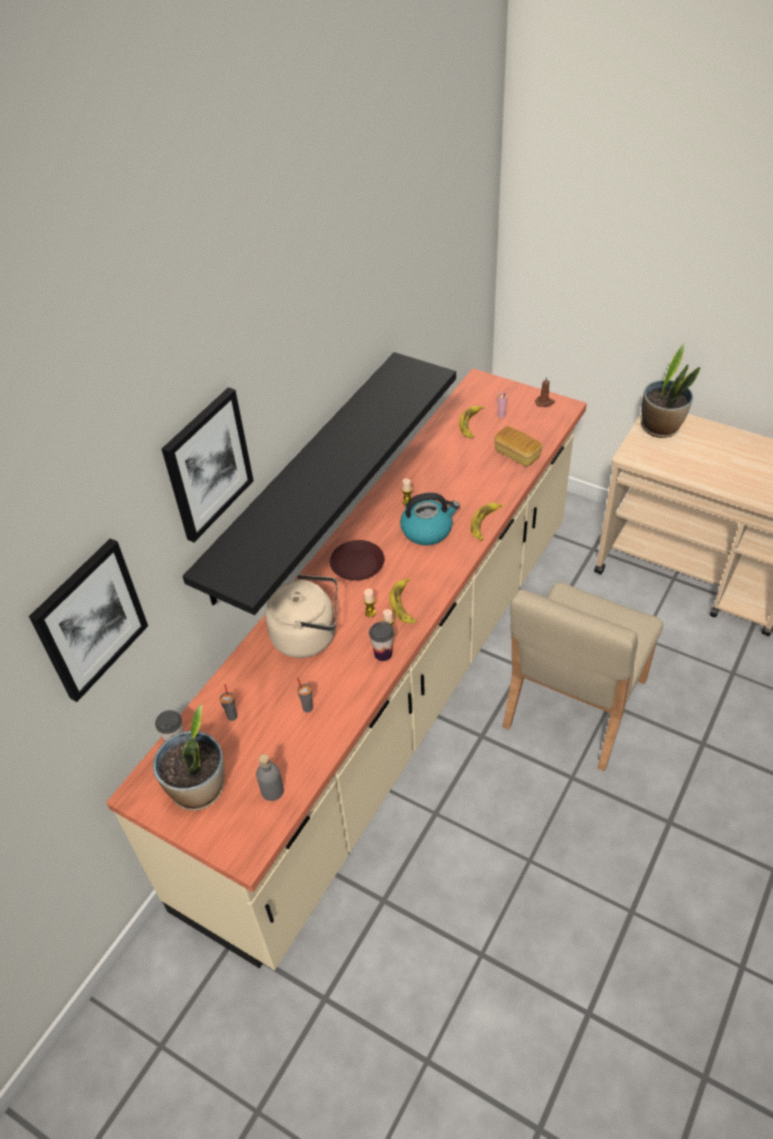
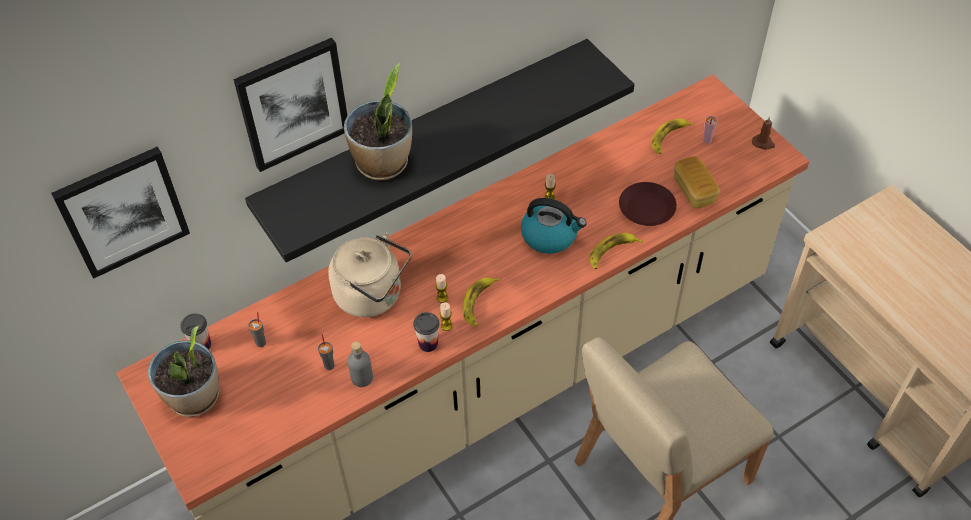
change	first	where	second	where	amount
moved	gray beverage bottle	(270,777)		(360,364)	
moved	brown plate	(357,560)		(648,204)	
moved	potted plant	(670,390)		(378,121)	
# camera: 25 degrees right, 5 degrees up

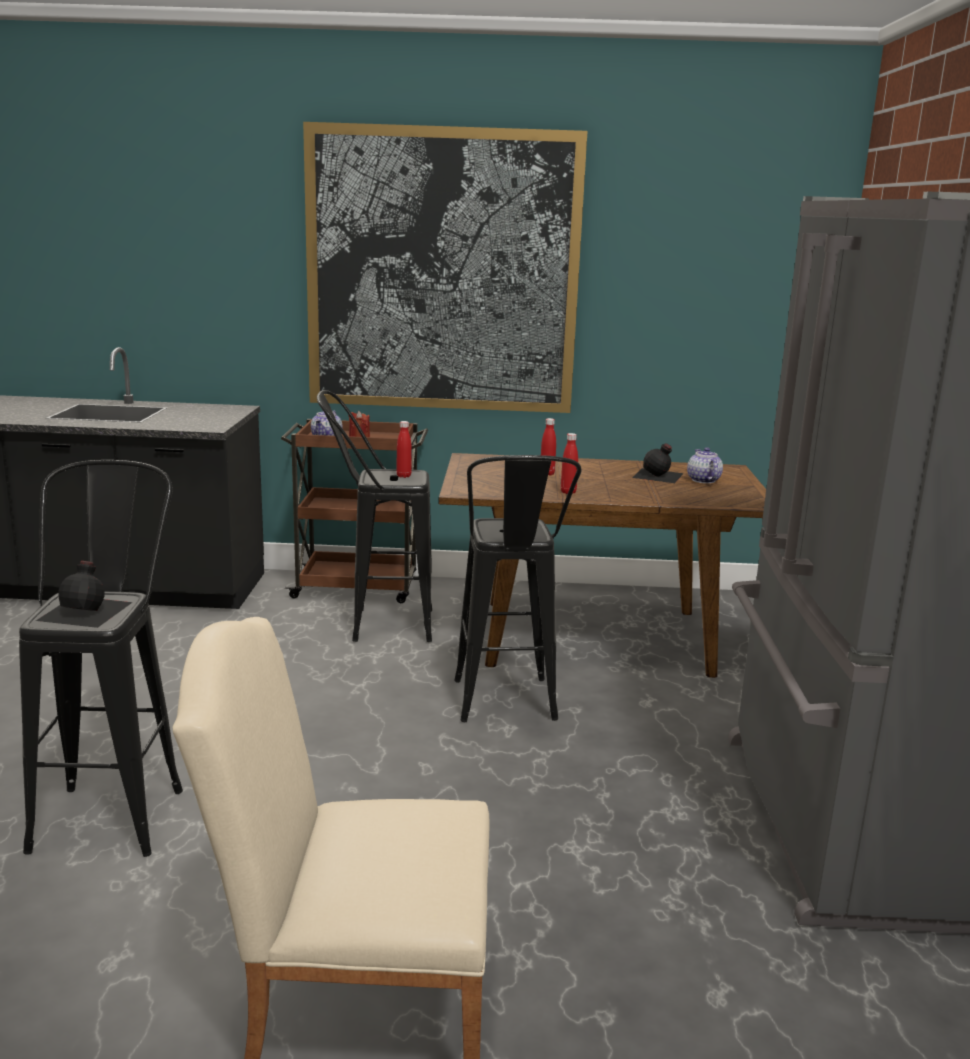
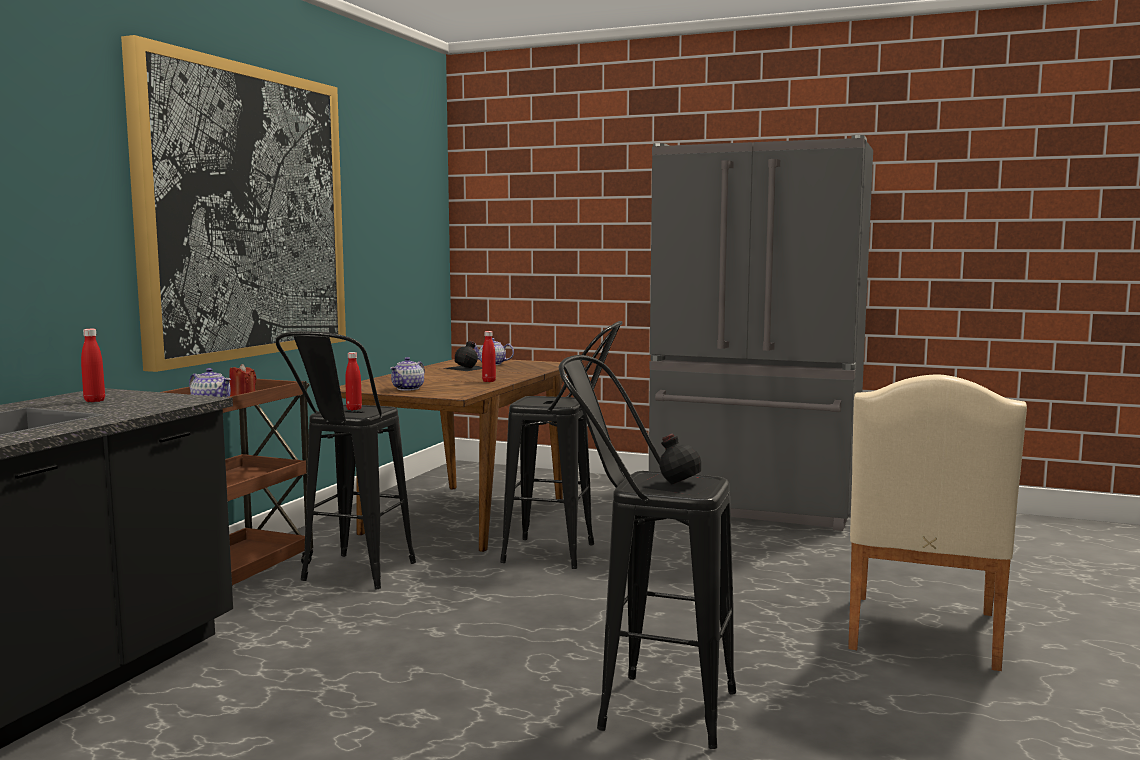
change	first	where	second	where	amount
moved	red beverage bottle	(548,446)		(93,365)	
added			pot for tea	(407,374)	
# camera: 70 degrees left, 10 degrees down

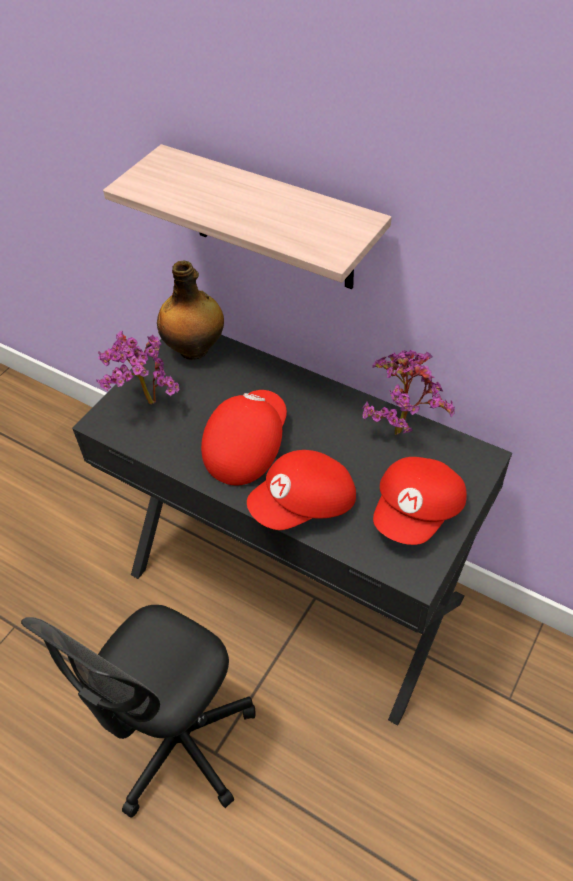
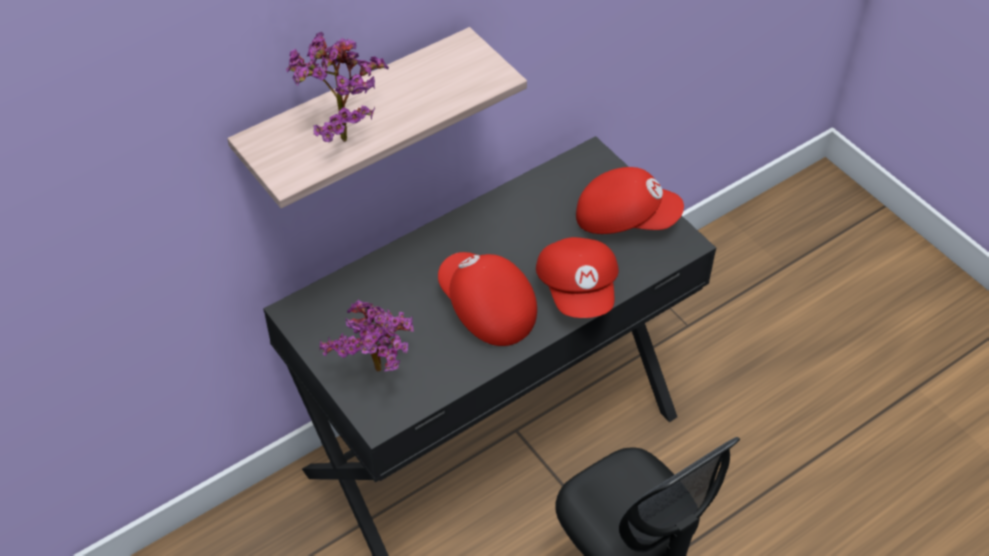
change	first	where	second	where	amount
removed	beverage bottle	(190,310)			
moved	potted plant	(408,392)		(337,87)	
turned	red cap	(420,501)		(630,200)	45 degrees counterclockwise
# camera: 70 degrees left, 0 degrees up

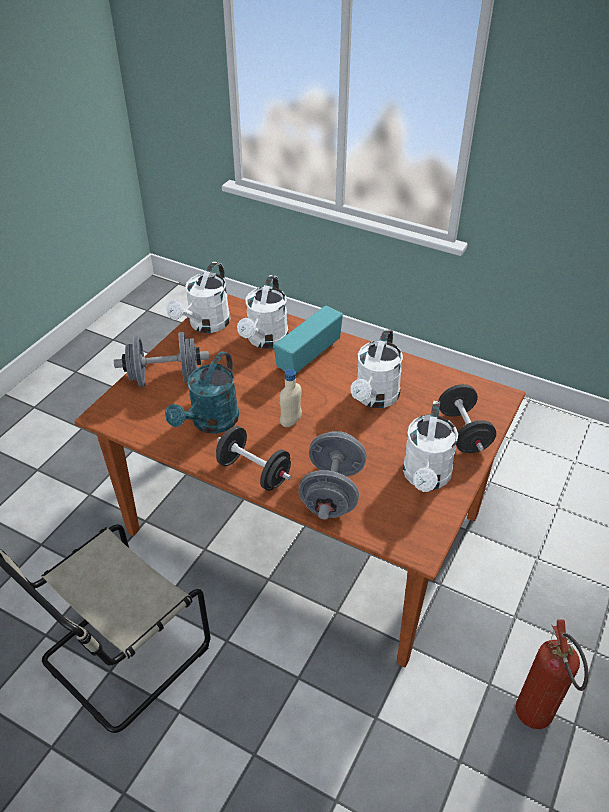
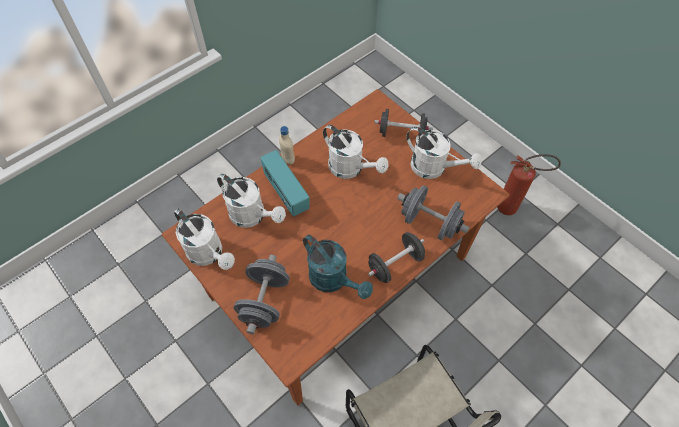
change	first	where	second	where	amount
moved	beige beverage bottle	(290,398)		(287,145)	
# camera: 70 degrees left, 15 degrees up

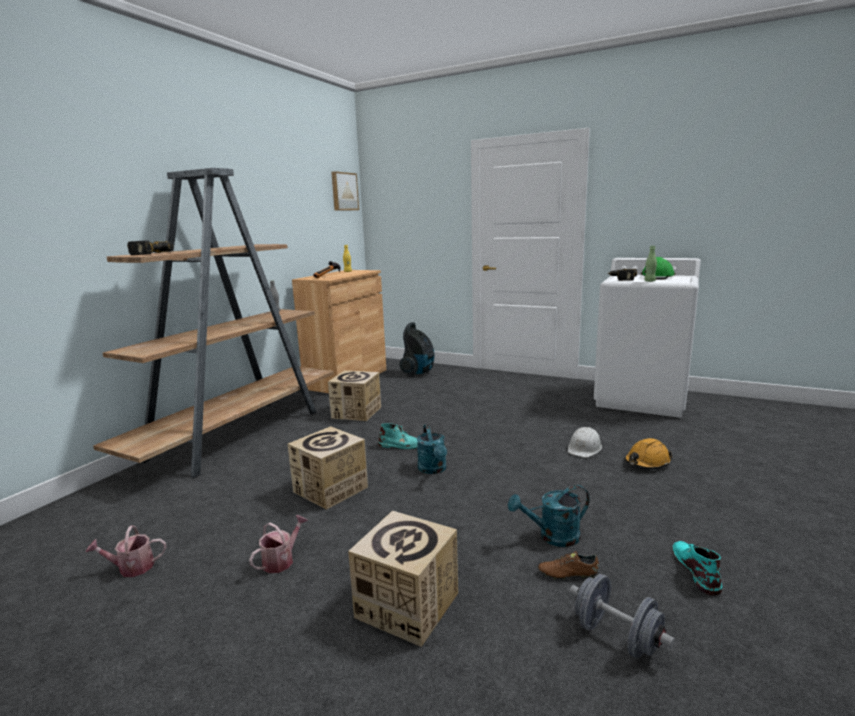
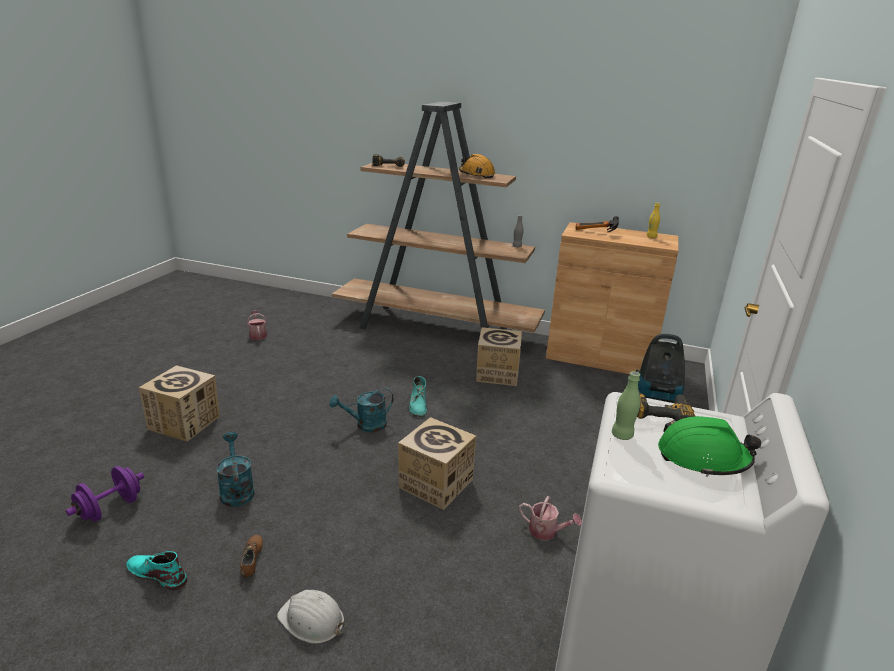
change	first	where	second	where	amount
moved	sprinkling can	(278,544)		(550,518)	
moved	cardboard box	(328,468)		(437,463)	
removed	wall art	(345,191)			
moved	brown shoe	(568,565)		(251,556)	
moved	white work helmet	(585,442)		(311,617)	
recoloured	gray dumbbell	(622,616)	purple dumbbell	(105,494)	
moved	orangey work helmet	(648,453)		(477,166)	
turned	turquoise boot	(697,568)		(156,570)	150 degrees counterclockwise
# camera: 80 degrees right, 10 degrees up

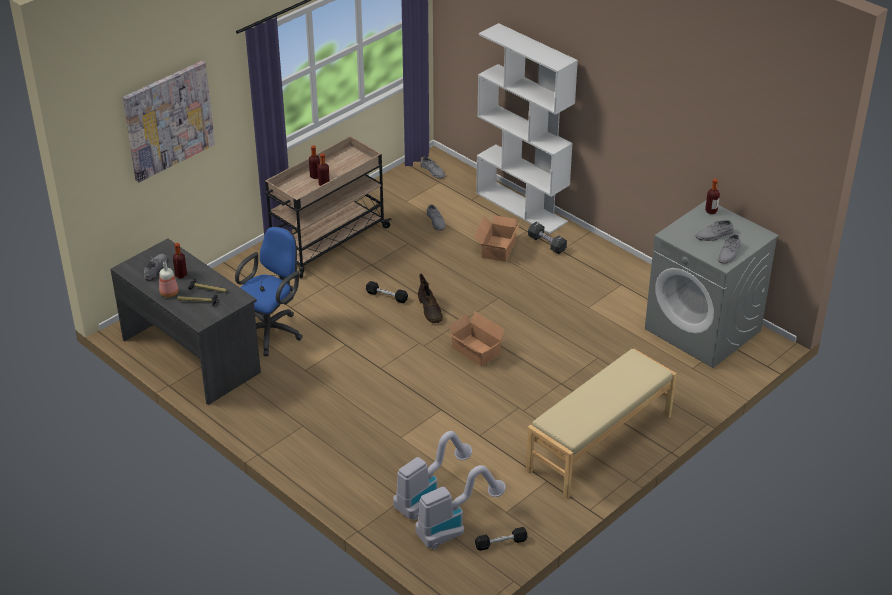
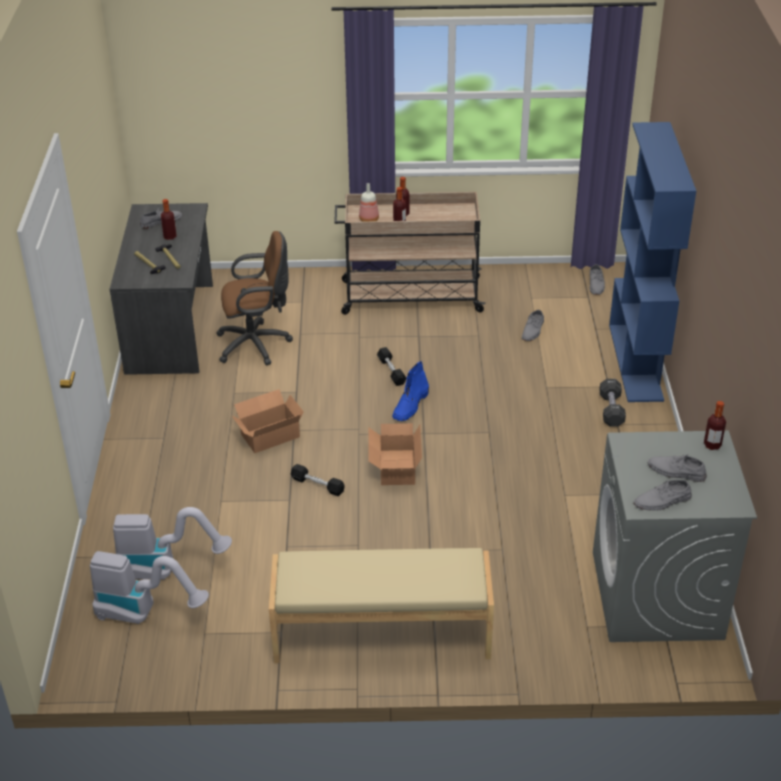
change	first	where	second	where	amount
removed	wall art	(169,121)			
moved	beverage bottle	(169,279)		(369,202)	
recoloured	blue-coloured office chair	(269,291)	brown office chair	(254,298)	
recoloured	brown boot	(430,298)	blue-coloured boot	(410,391)	
moved	cardboard box	(497,238)		(267,421)	
moved	black dumbbell	(501,539)		(318,480)	
recoloured	white shelving unit	(527,128)	blue-coloured shelving unit	(652,262)	
# camera: 45 degrees right, 0 degrees up

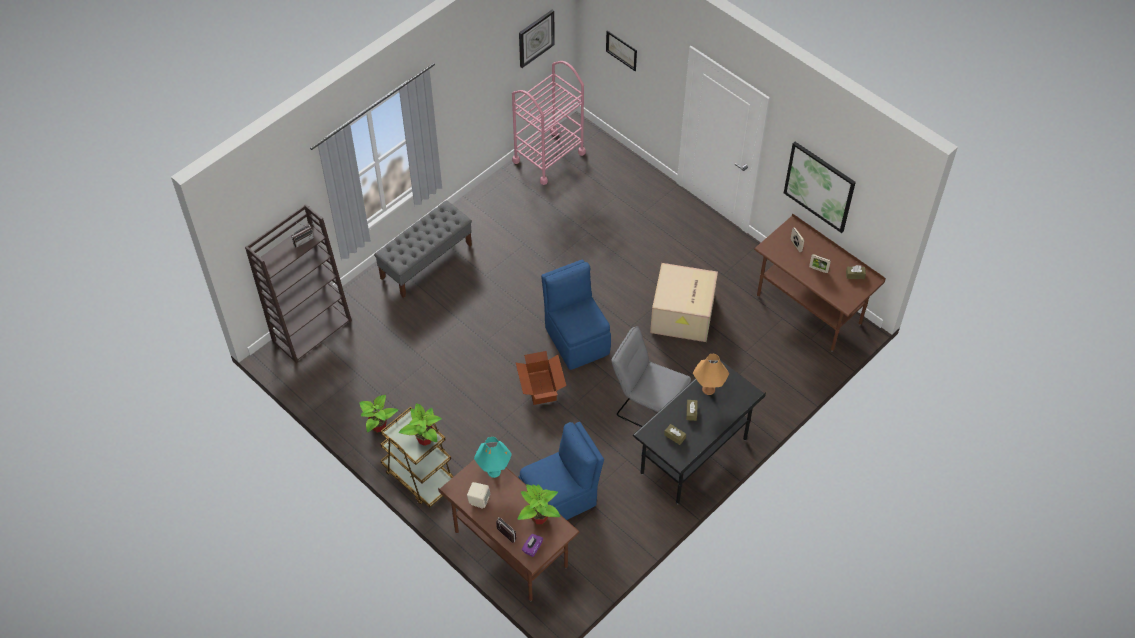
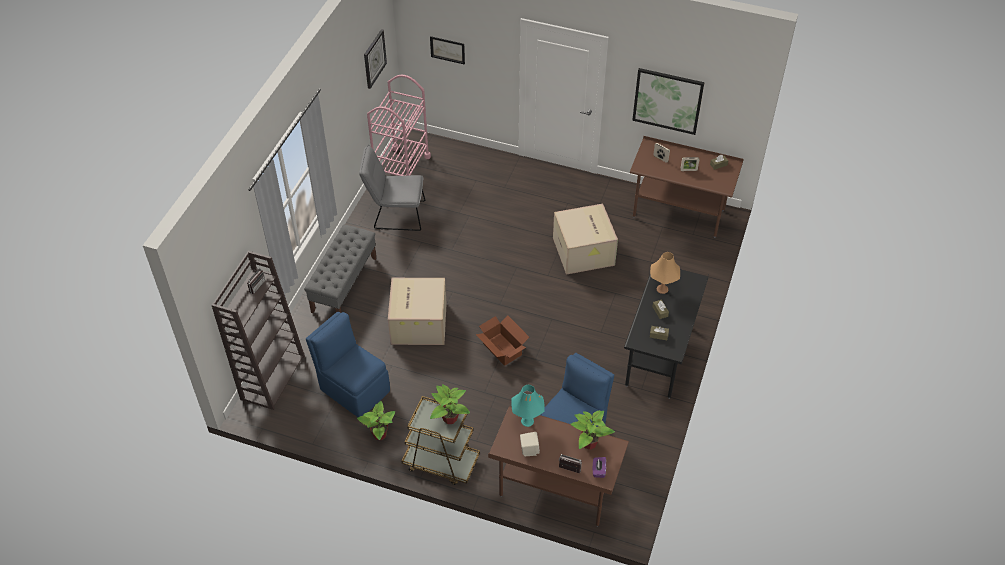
change	first	where	second	where	amount
moved	blue-coloured chair	(576,314)		(348,364)	
moved	gray chair	(651,376)		(392,188)	
added			cardboard box	(417,311)	
# camera: 25 degrees left, 5 degrees down

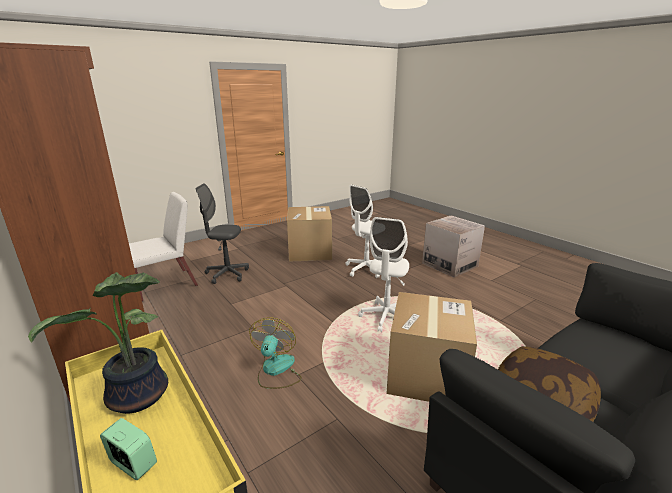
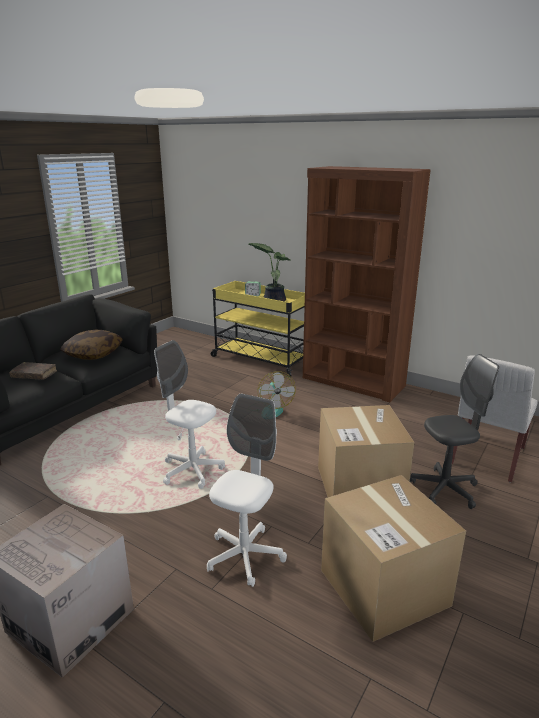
change	first	where	second	where	amount
turned	white office chair	(383,274)		(189,414)	60 degrees counterclockwise
moved	cardboard box	(432,347)		(366,451)	
added			brown bound book	(33,371)	
# camera: 160 degrees right, 0 degrees up

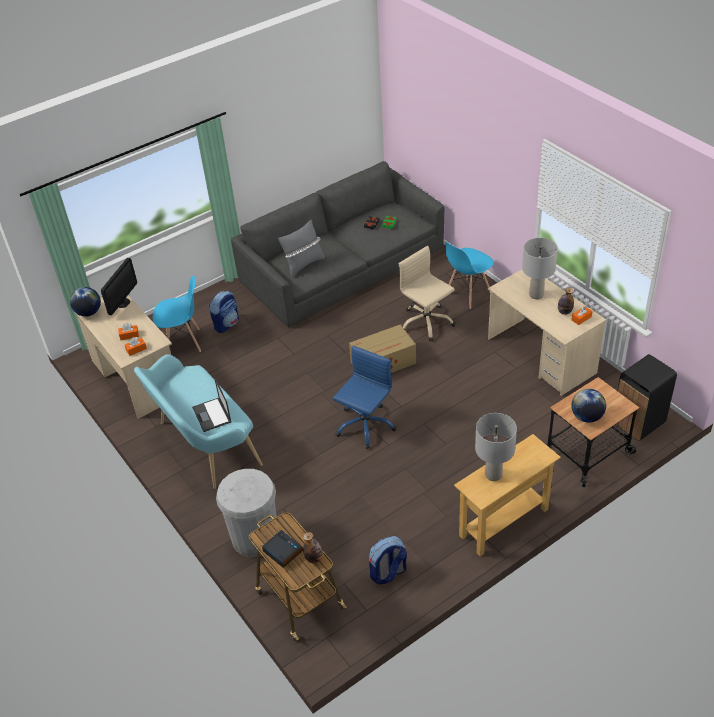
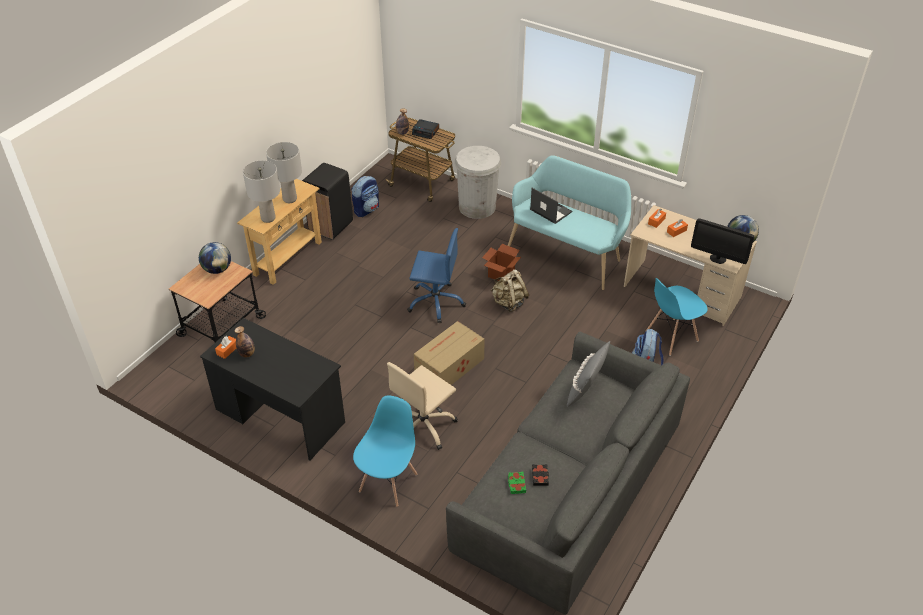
change	first	where	second	where	amount
turned	monitor	(119,286)		(722,241)	60 degrees counterclockwise
turned	blue-coloured office chair	(365,397)		(436,275)	90 degrees counterclockwise
turned	beige office chair	(427,294)		(422,406)	105 degrees clockwise
recoloured	beige desk table	(547,333)	black desk table	(272,389)	
moved	gray tabletop lamp	(540,268)		(261,191)	
moved	black rubbish bin	(646,397)		(327,201)	
added			cardboard box	(501,262)	
added			beige knapsack	(510,290)	
# camera: 155 degrees right, 0 degrees up

